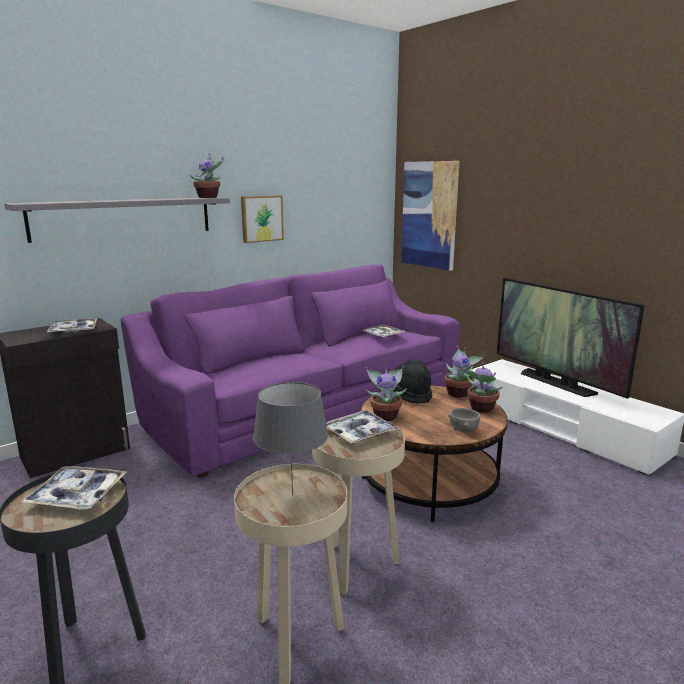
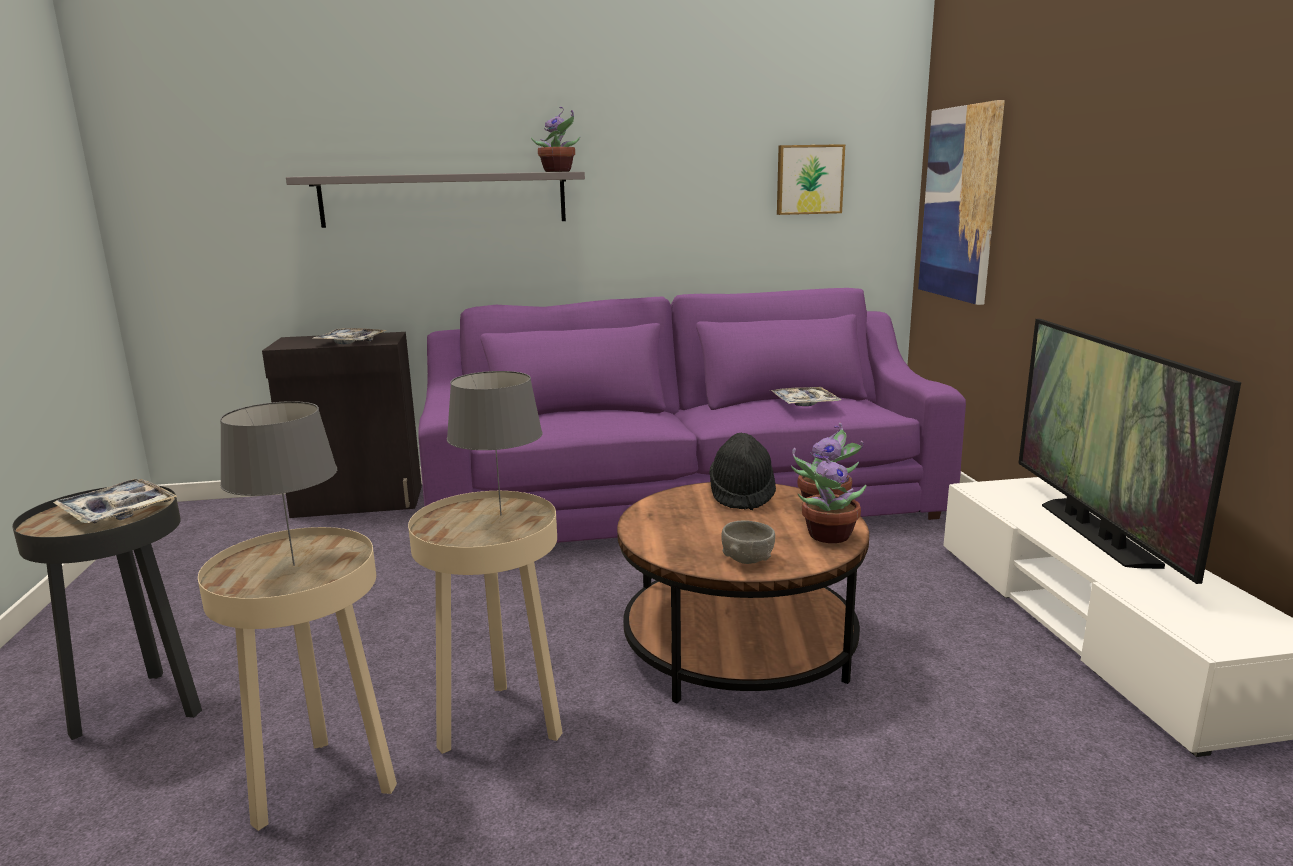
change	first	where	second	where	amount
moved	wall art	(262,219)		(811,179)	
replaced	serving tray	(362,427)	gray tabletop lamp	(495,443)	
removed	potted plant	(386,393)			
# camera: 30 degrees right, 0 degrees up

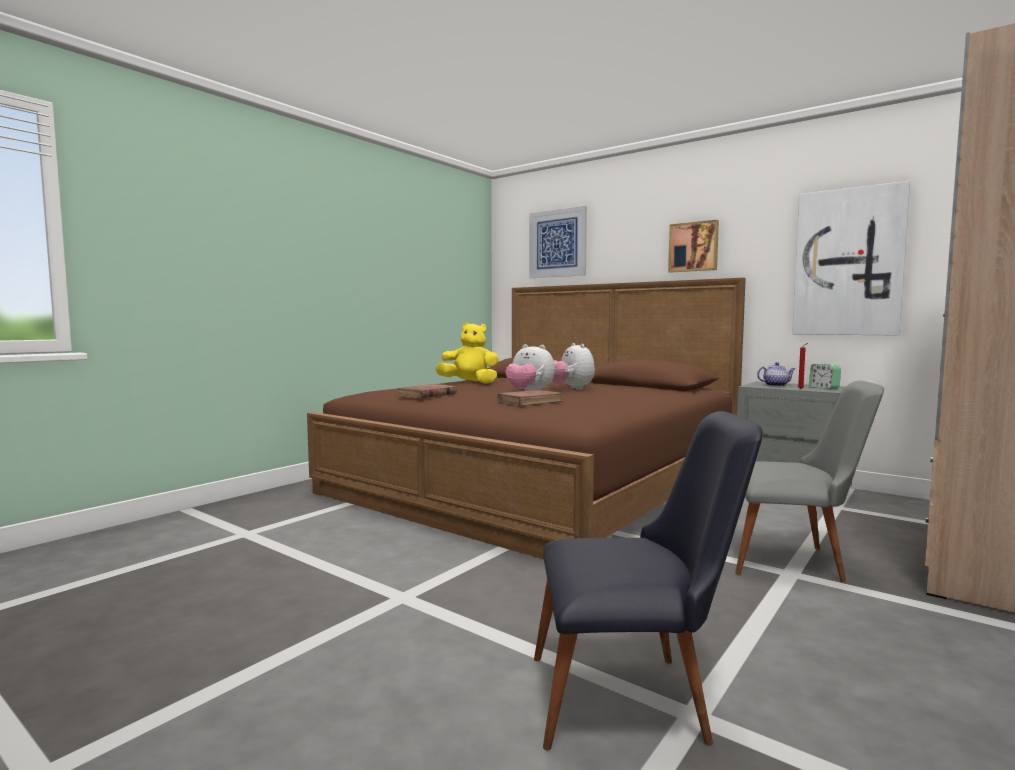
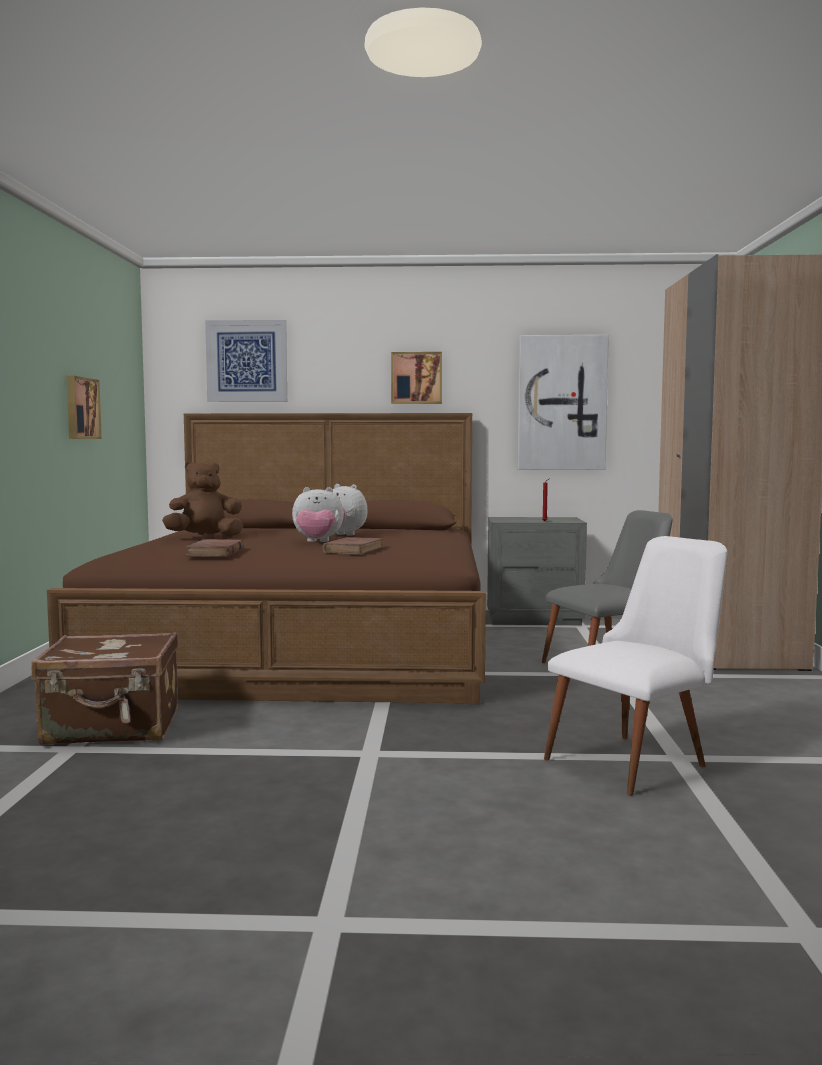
change	first	where	second	where	amount
recoloured	yellow-coloured plush toy	(467,353)	brown plush toy	(202,498)	
recoloured	black chair	(648,580)	white chair	(636,666)	
removed	pot for tea	(776,374)			
removed	table clock	(825,376)			
added			brown travel case	(104,688)	
added			wall art	(84,407)	
# camera: 35 degrees left, 0 degrees up

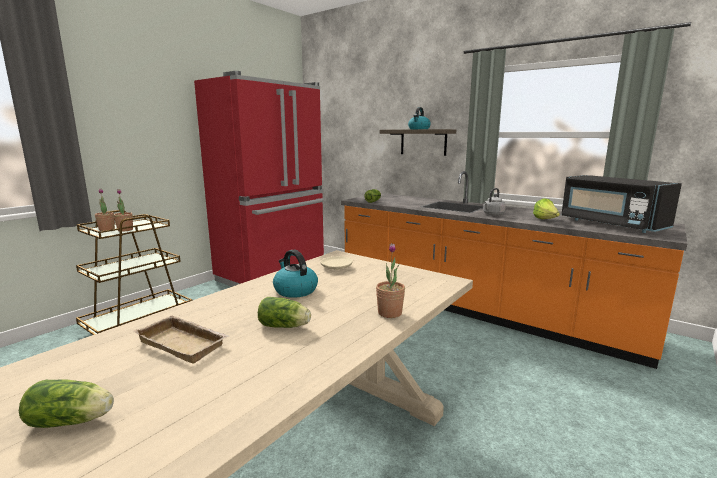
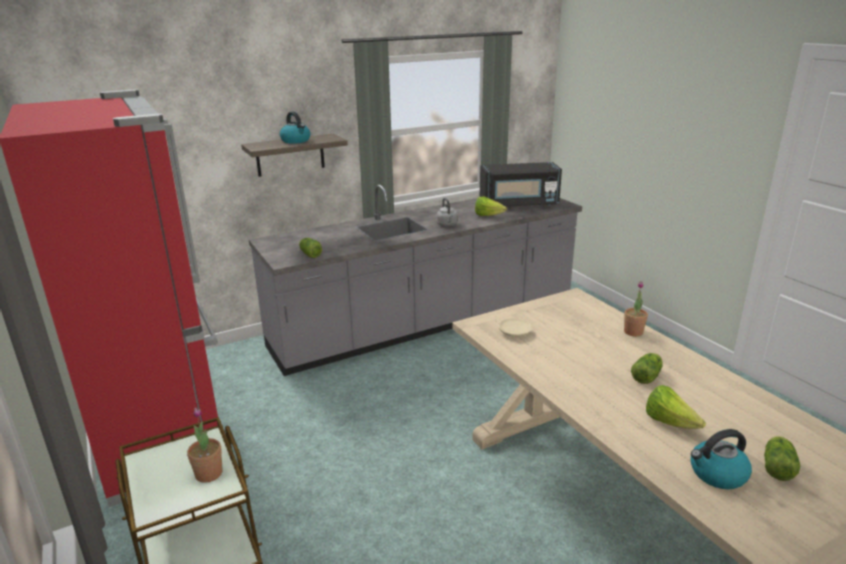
change	first	where	second	where	amount
removed	potted plant	(105,210)			
replaced	beige serving tray	(181,339)	head of lettuce	(676,407)	
moved	tea kettle	(295,274)		(721,459)	
recoloured	orangey kitchen counter	(514,270)	gray kitchen counter	(415,280)	
# camera: 65 degrees left, 10 degrees up

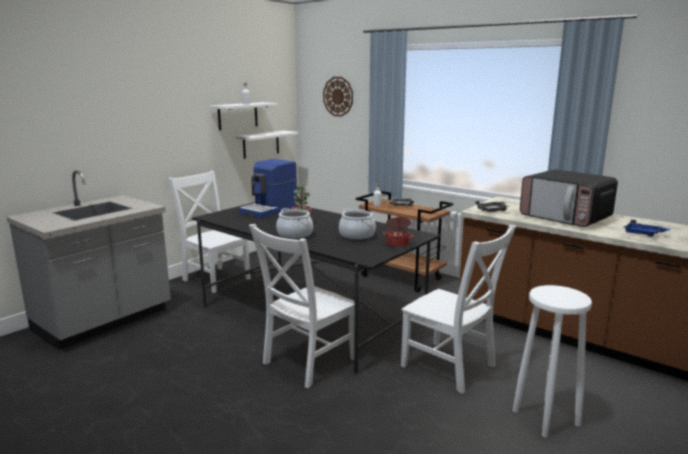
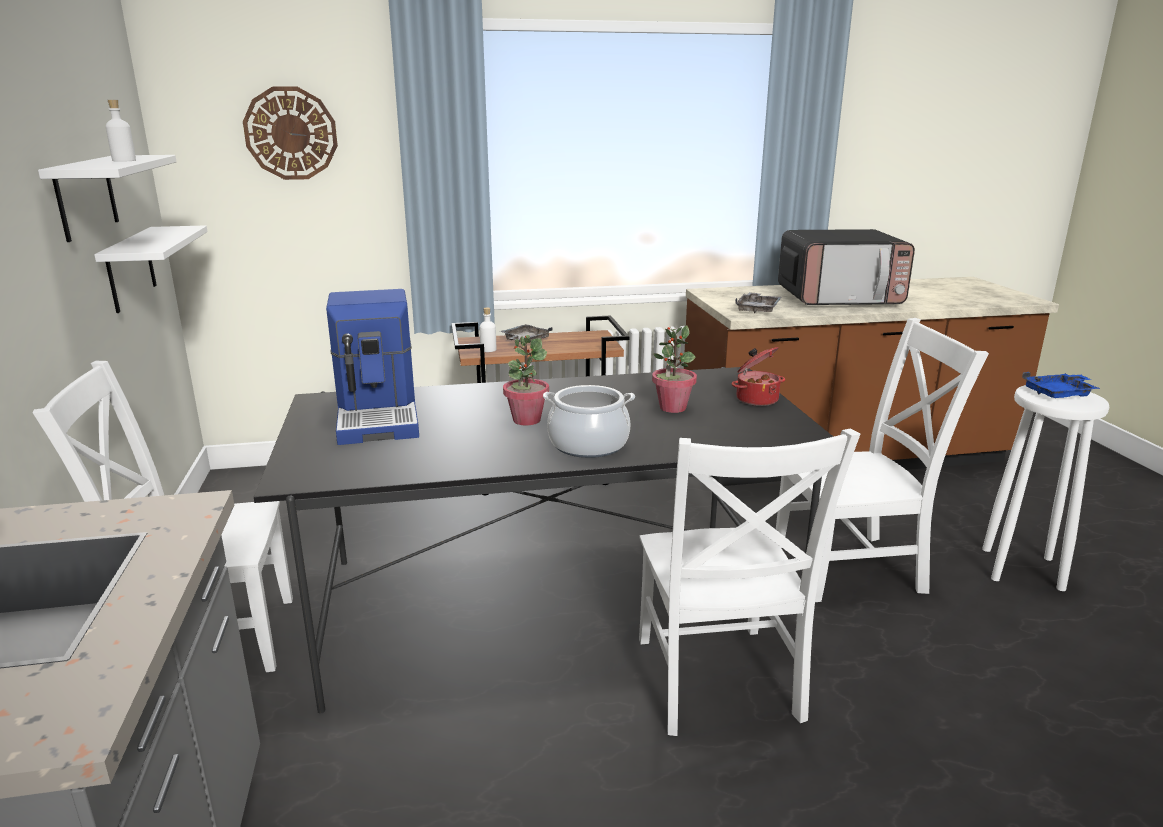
change	first	where	second	where	amount
replaced	stockpot	(357,224)	potted plant	(674,369)	
moved	blue-coloured serving tray	(646,228)		(1061,385)	
# camera: 50 degrees left, 5 degrees up

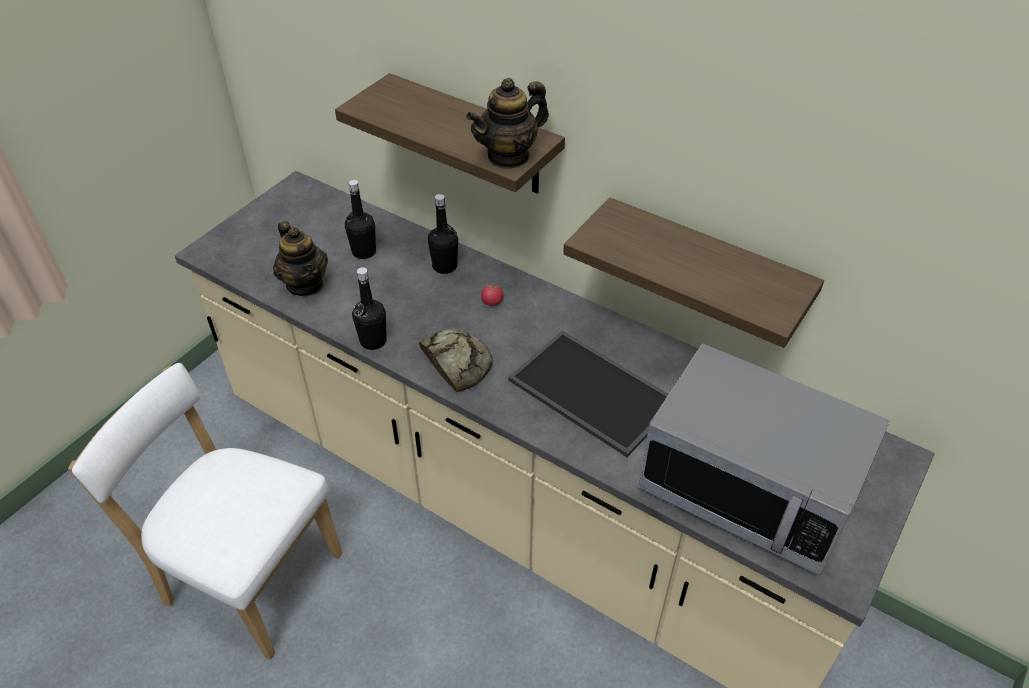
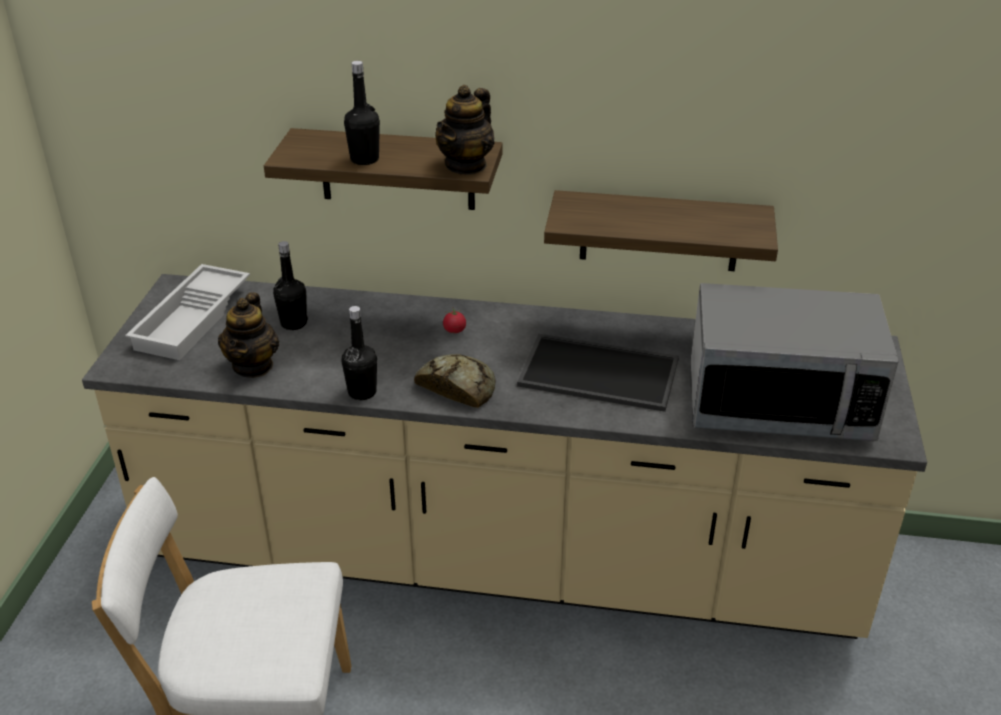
change	first	where	second	where	amount
turned	pot for tea	(300,258)		(248,335)	60 degrees clockwise
moved	black beverage bottle	(443,234)		(362,113)	
added			white serving tray	(187,312)	
# camera: 25 degrees left, 10 degrees down

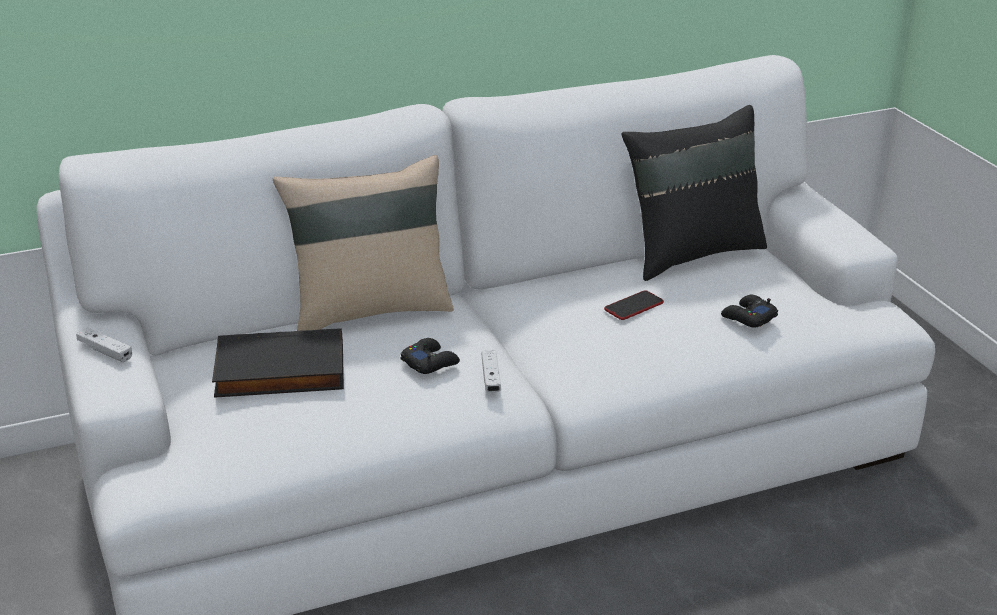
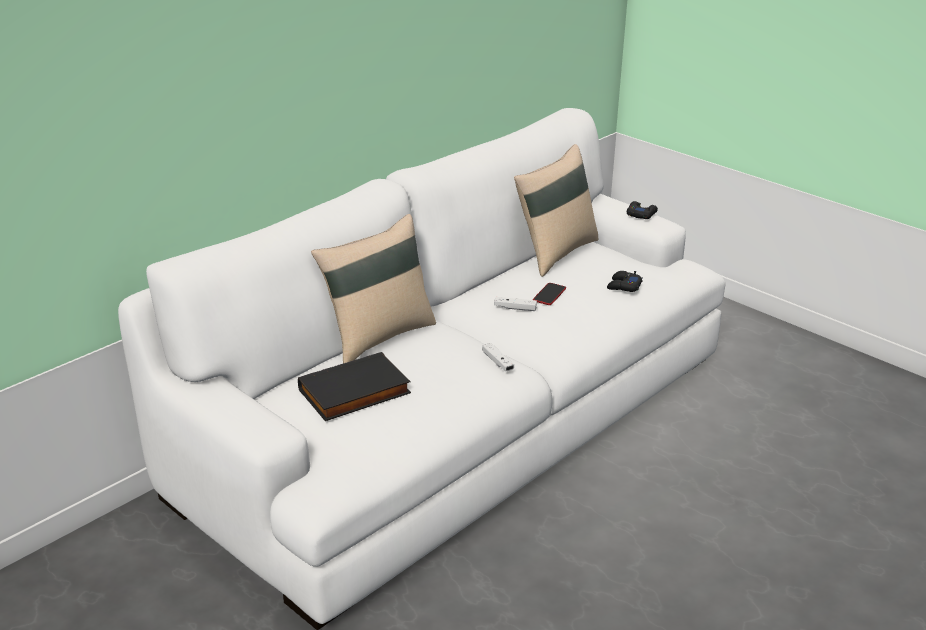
change	first	where	second	where	amount
moved	white game controller	(104,344)		(515,304)	
moved	black game controller	(430,356)		(642,210)	
recoloured	black pillow	(694,193)	beige pillow	(556,210)	
# camera: 25 degrees left, 0 degrees up

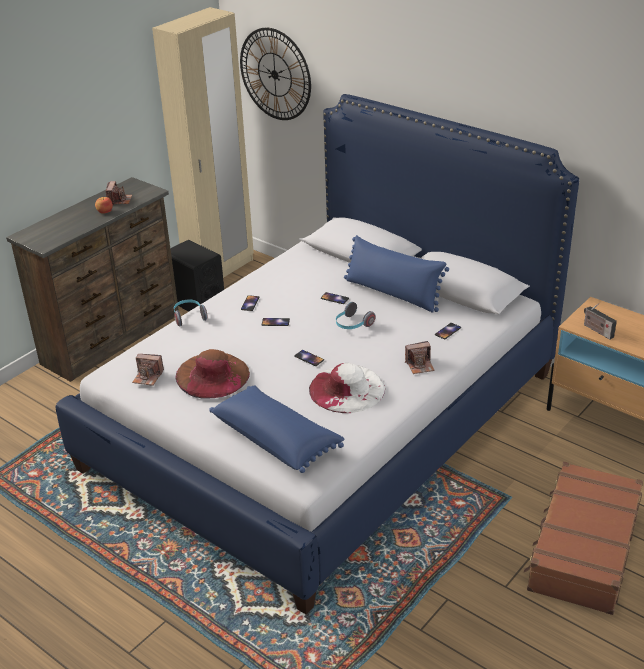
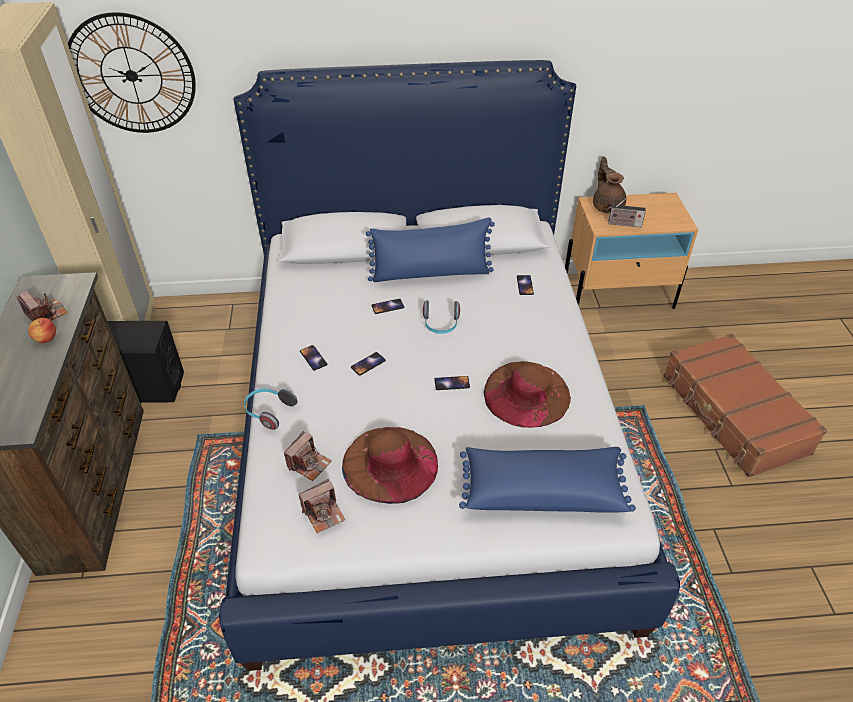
change	first	where	second	where	amount
recoloured	white wearable hat	(347,388)	brown wearable hat	(527,394)	
moved	photo camera	(420,357)		(307,456)	
added			brown pot for tea	(609,184)	
# camera: 45 degrees left, 10 degrees up

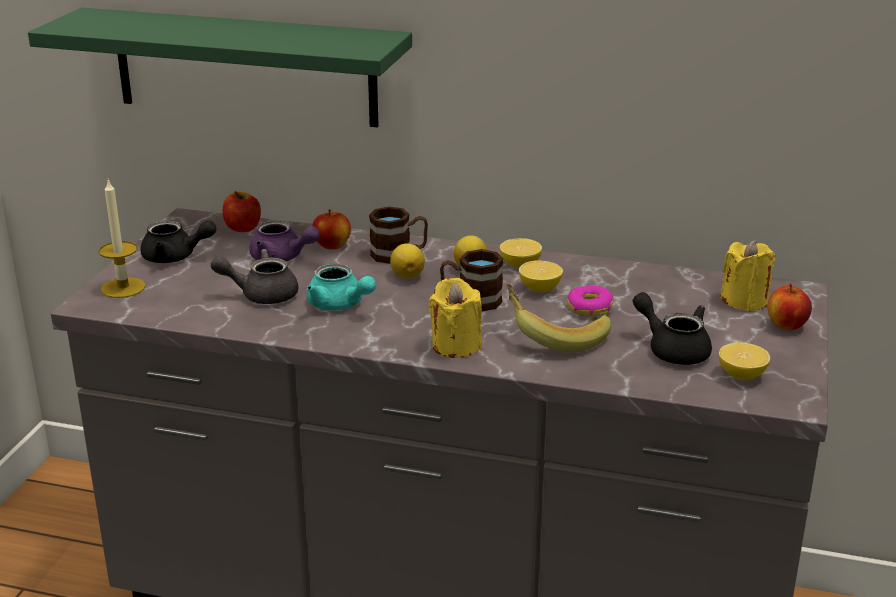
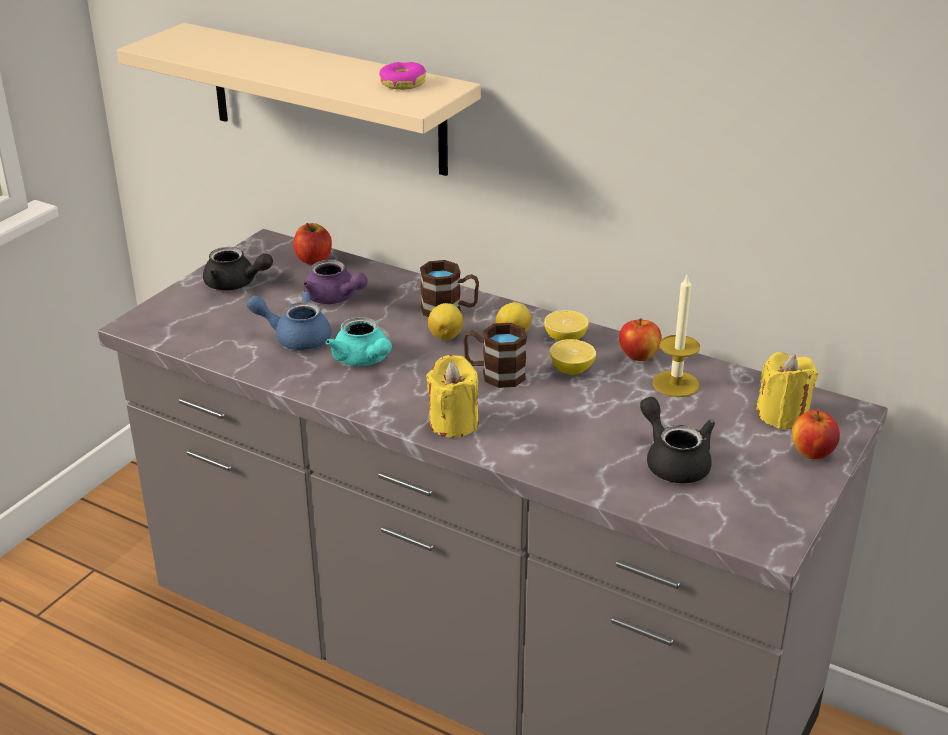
change	first	where	second	where	amount
recoloured	greenish shelf	(220,67)	beige shelf	(299,99)	
moved	wax candle	(122,239)		(676,335)	
recoloured	gray pot for tea	(254,276)	blue-coloured pot for tea	(289,321)	
moved	apple	(331,229)		(640,339)	
removed	whole banana	(559,318)			
moved	donut	(590,301)		(402,76)	
removed	whole lemon	(744,361)			
# camera: 15 degrees right, 5 degrees up

